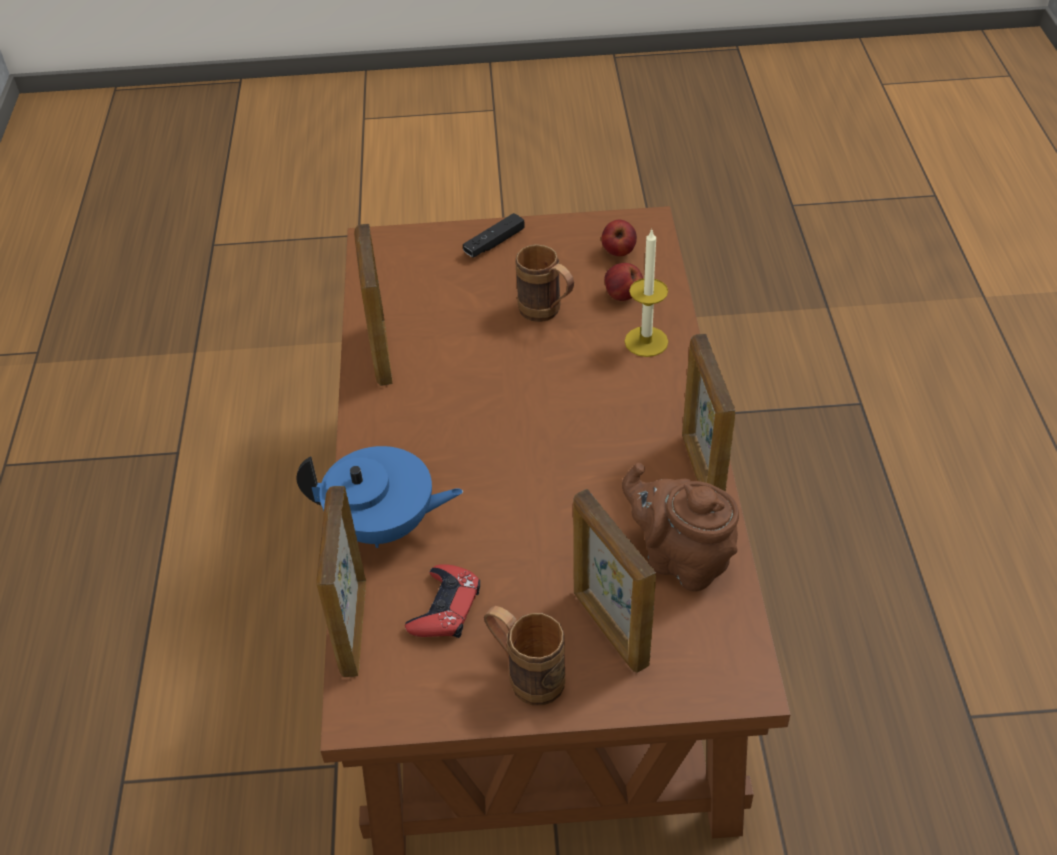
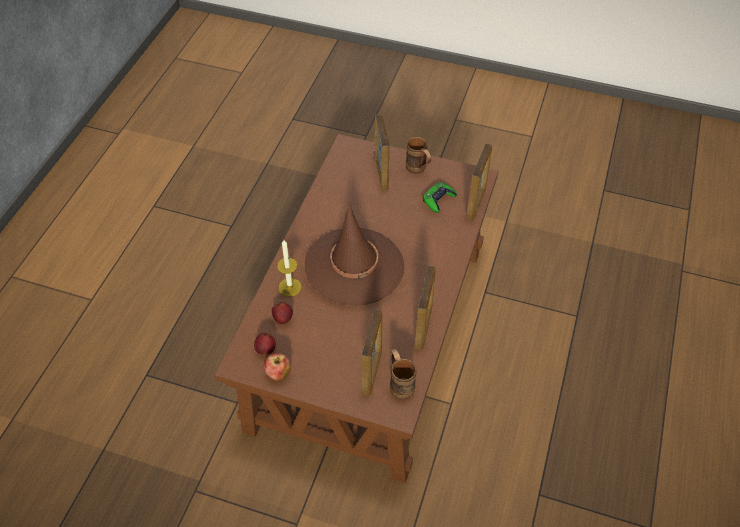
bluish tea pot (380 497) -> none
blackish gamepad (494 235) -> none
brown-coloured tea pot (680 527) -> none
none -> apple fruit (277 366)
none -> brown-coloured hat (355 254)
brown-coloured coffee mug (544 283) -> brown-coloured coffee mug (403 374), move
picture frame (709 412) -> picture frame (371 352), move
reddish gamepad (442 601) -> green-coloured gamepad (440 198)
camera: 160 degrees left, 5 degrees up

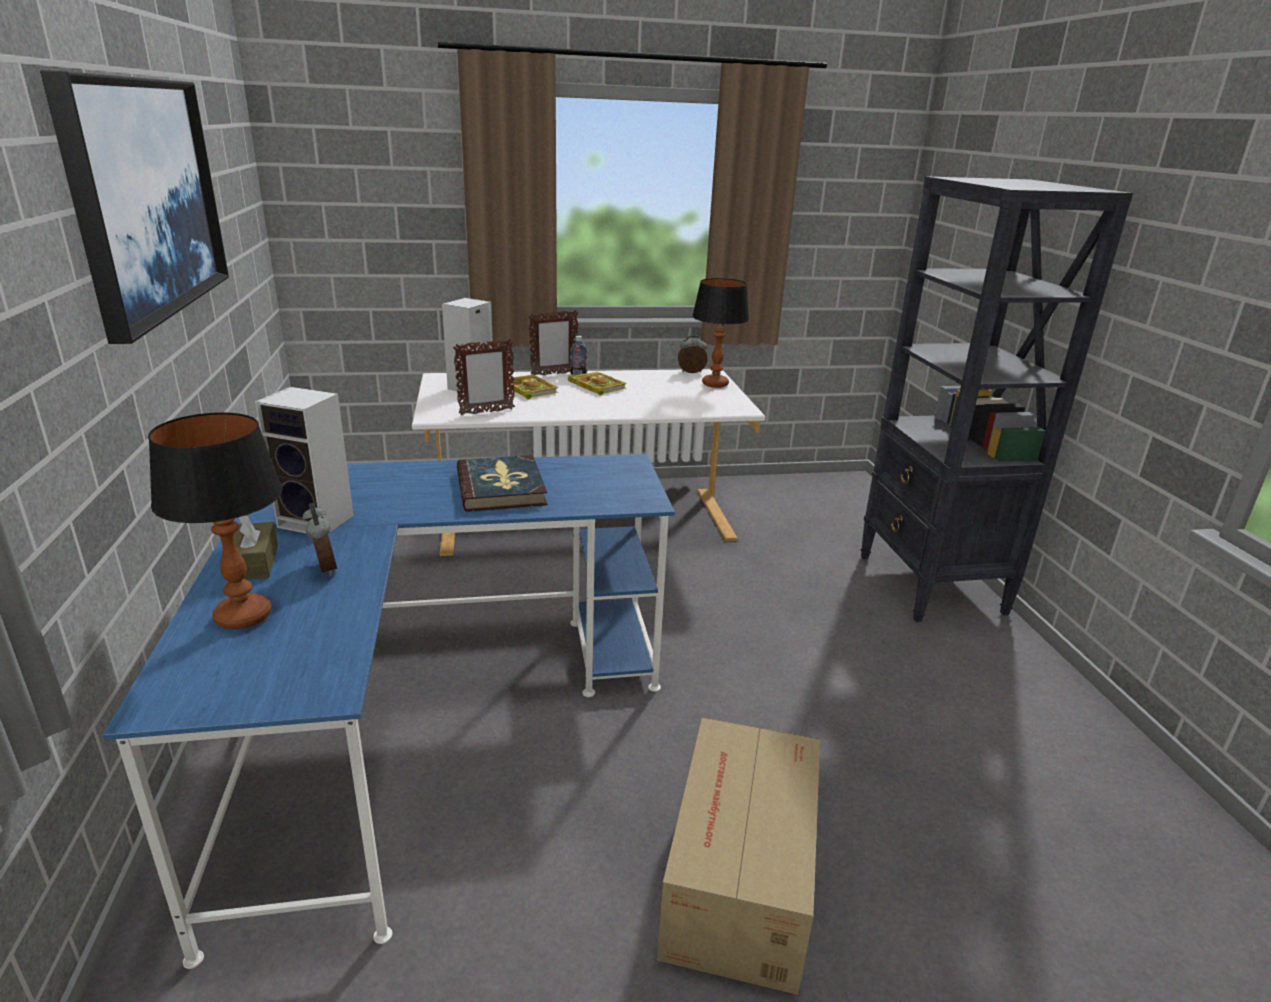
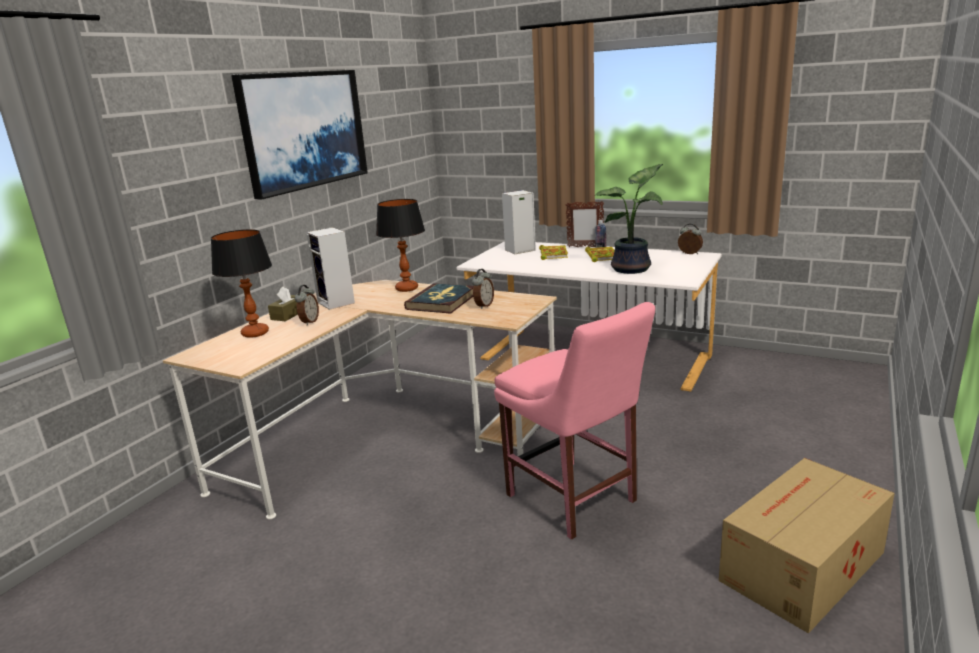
picture frame (484 377) -> none
blackish bookshelf (996 399) -> none
none -> table clock (483 289)
none -> pink chair (574 421)
none -> potted plant (629 219)
packing box (738 856) -> packing box (807 546), move
table lamp (720 333) -> table lamp (400 245), move
bluish desk (389 711) -> beige desk (360 399)
camera: 40 degrees right, 5 degrees down

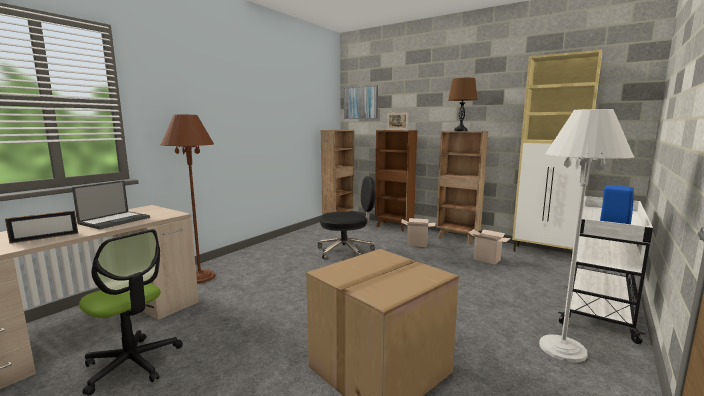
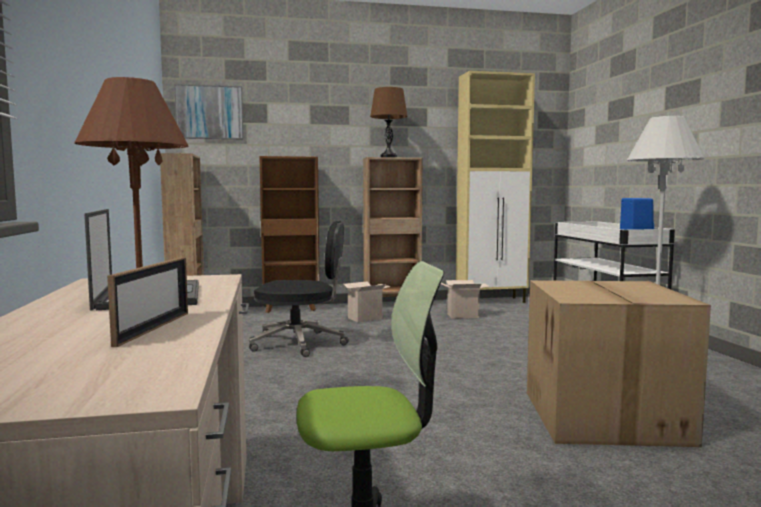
picture frame (398 121) -> none
blackish desk chair (347 218) -> blackish desk chair (299 289), 60 degrees clockwise
camera: 45 degrees left, 5 degrees down

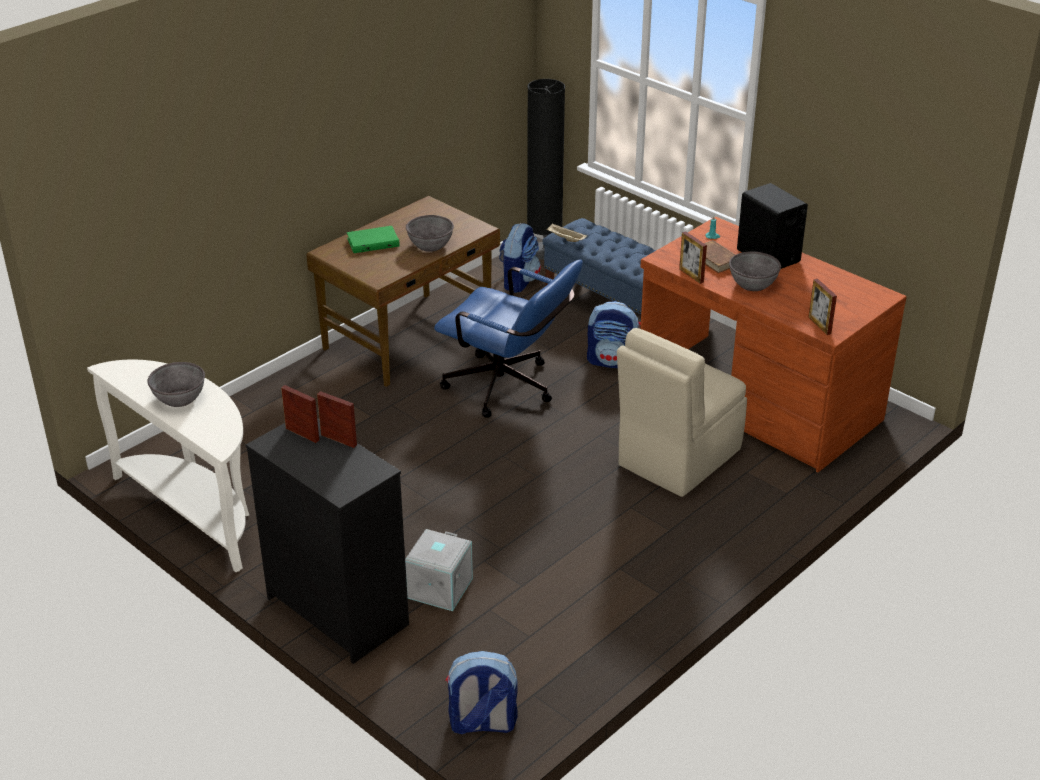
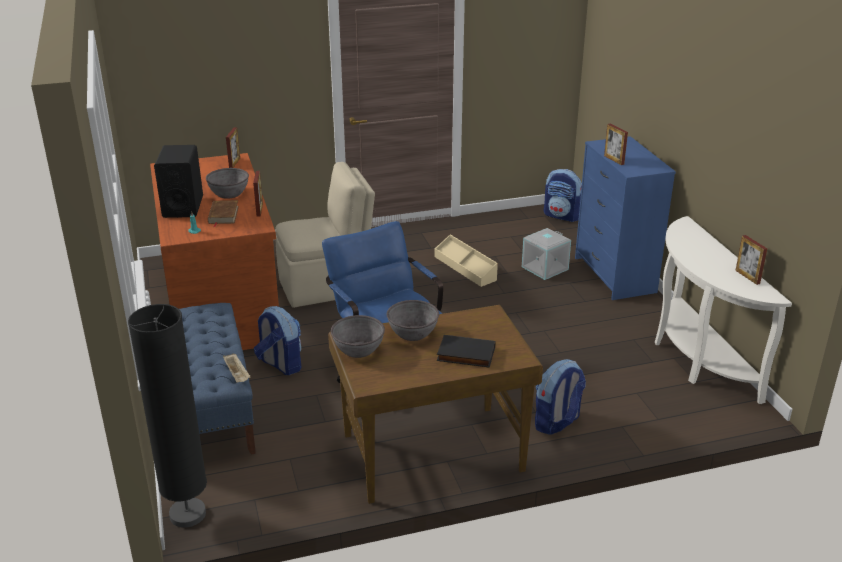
none -> beige storage box (466 260)
greyish bowl (176 384) -> greyish bowl (358 336), move
picture frame (300 414) -> picture frame (751 260), move
rucksack (520 258) -> rucksack (560 397), move
blackish drawer chest (327 541) -> bluish drawer chest (625 218)
green-coloured volume (373 239) -> blackish volume (466 351)
camera: 150 degrees left, 5 degrees down

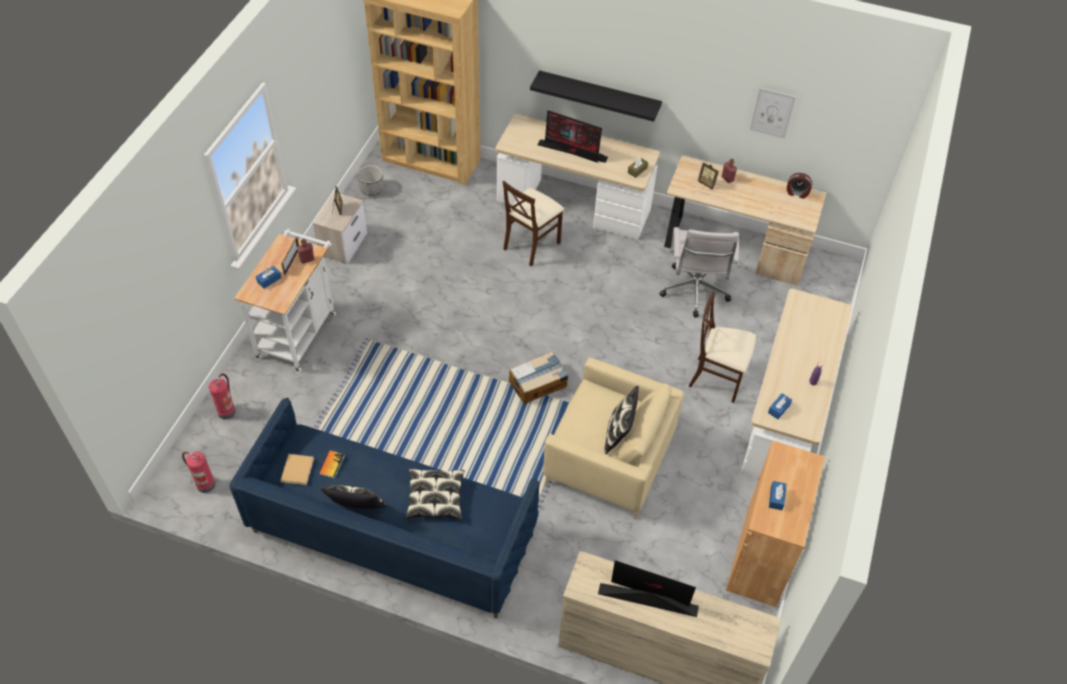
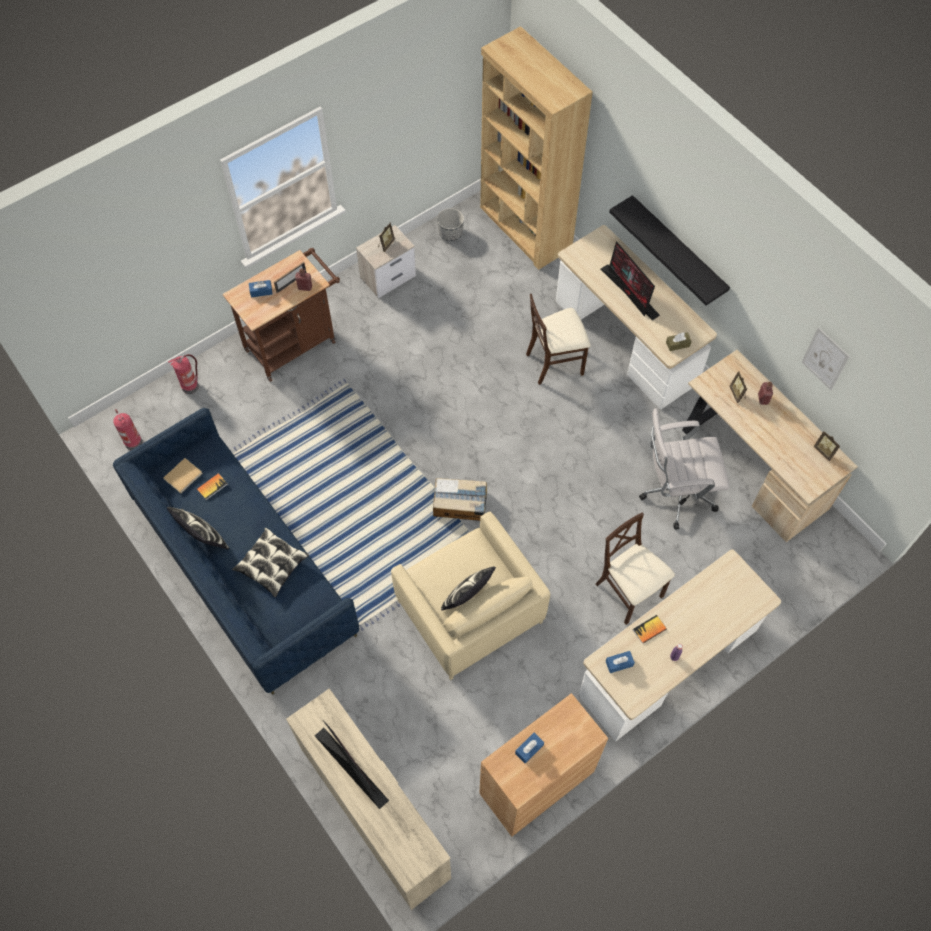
none -> volume (650 629)
table clock (799 186) -> picture frame (827 445)
white-coloured wheeled cart (285 300) -> brown-coloured wheeled cart (281 315)
white-coloured desk chair (699 272) -> white-coloured desk chair (684 469), 45 degrees clockwise
camera: 35 degrees right, 10 degrees up

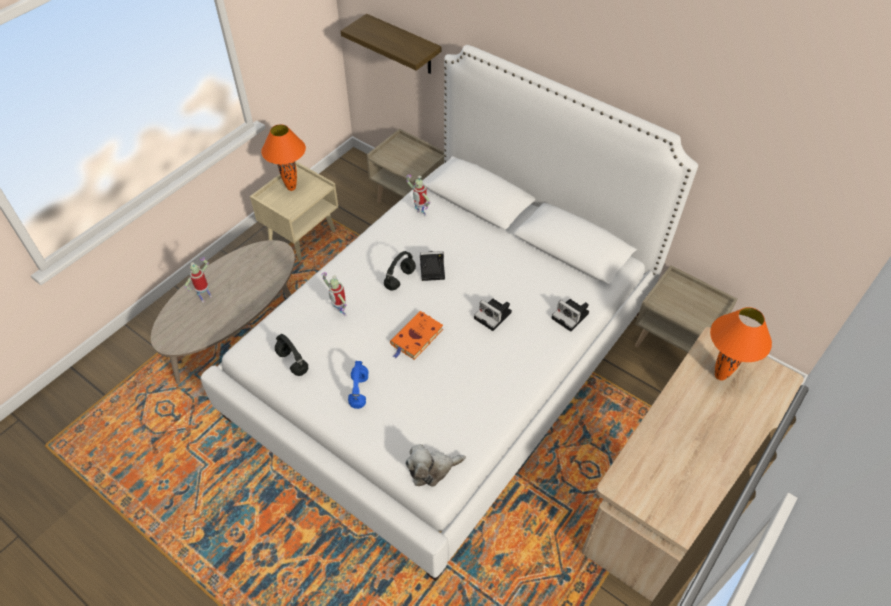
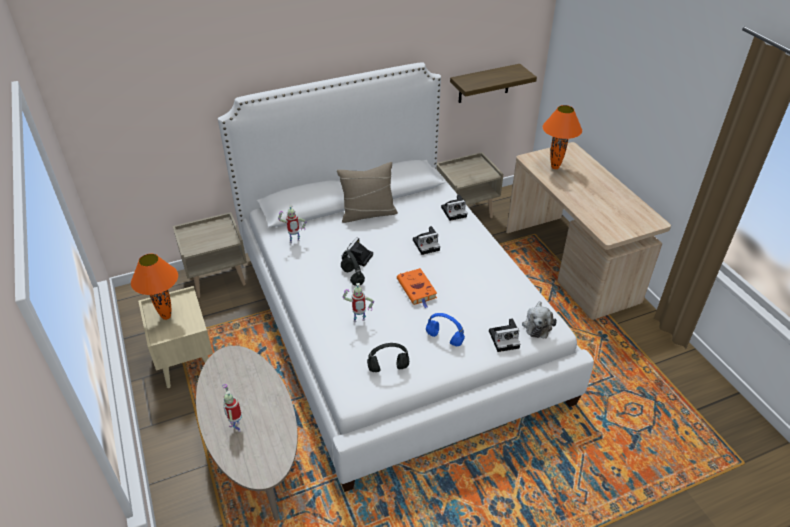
none -> beige pillow (367 192)
none -> photo camera (504 335)
wall shelf (391 44) -> wall shelf (493 83), move
camera: 60 degrees left, 10 degrees down

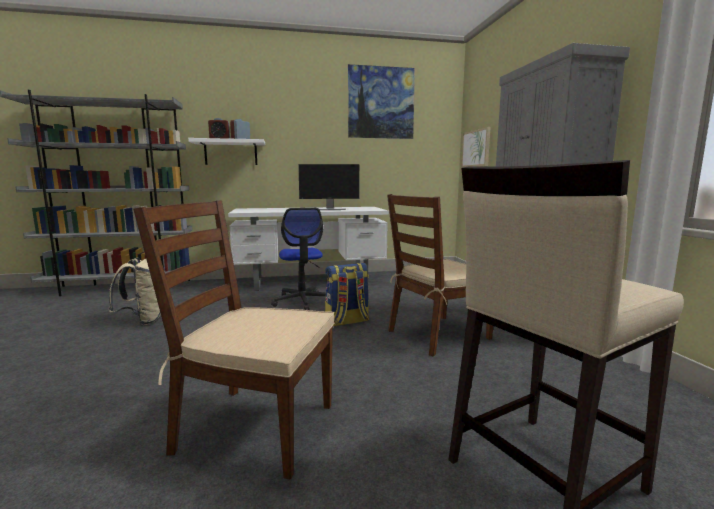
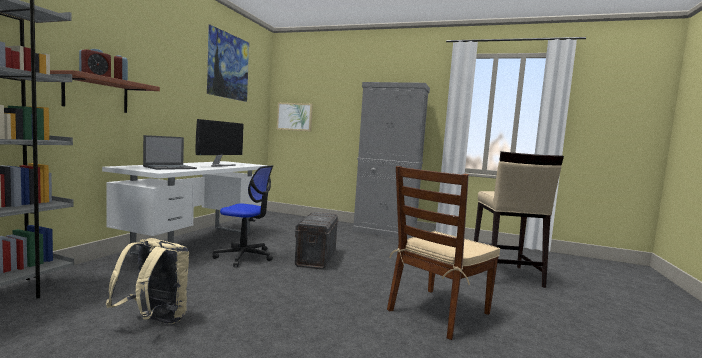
brown-coloured chair (440 275) -> none
none -> portable computer (170 152)
rucksack (347 295) -> greyish storage box (317 241)
white-coloured wall shelf (226 151) -> brown-coloured wall shelf (105 91)
camera: 60 degrees left, 5 degrees down

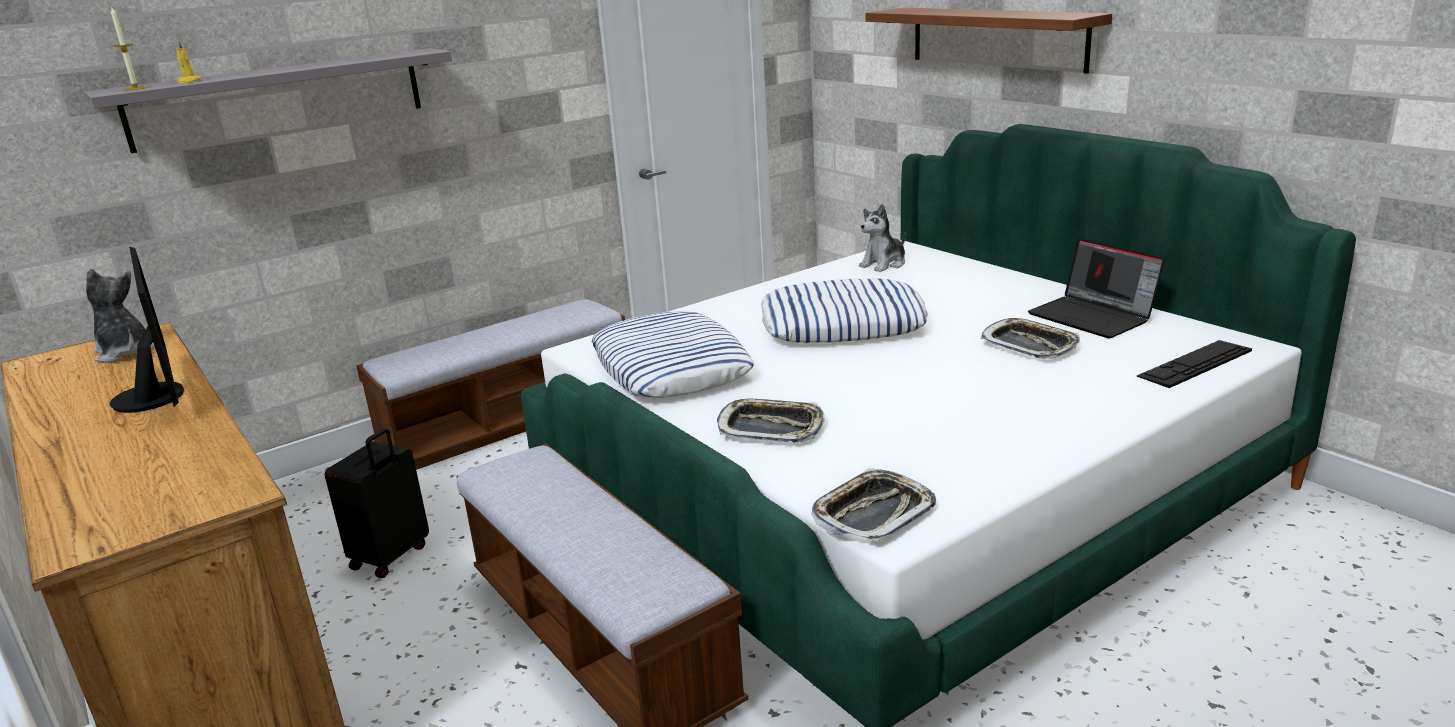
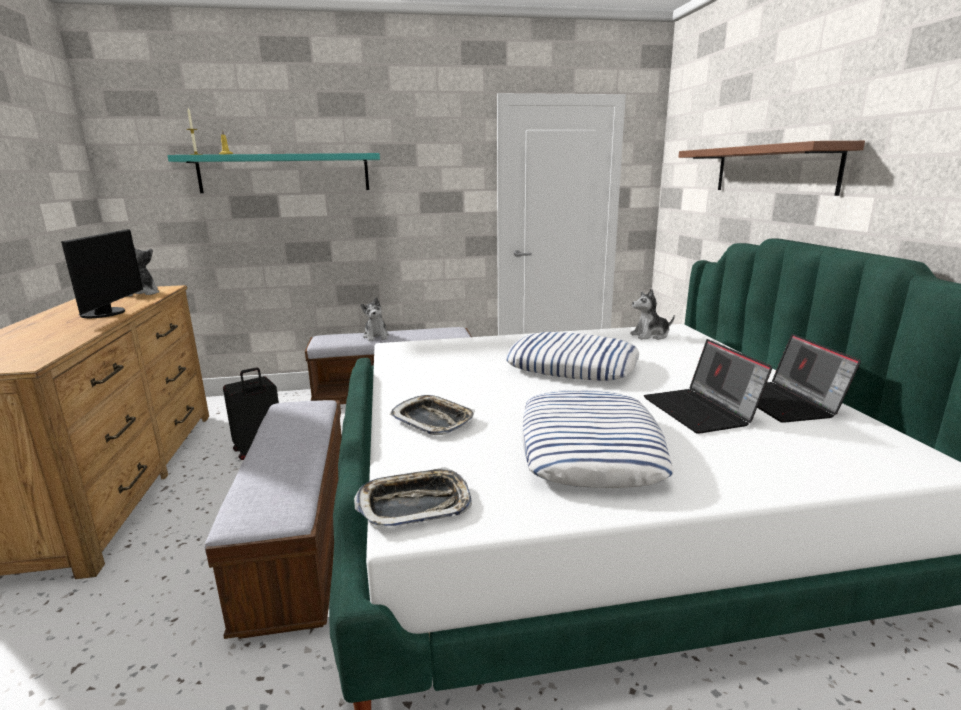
PC keyboard (1194 364) -> none
none -> plush toy (374 319)
pillow (672 354) -> pillow (599 439), move
carrying tray (1030 338) -> portable computer (708 386)
greyish wall shelf (268 100) -> turquoise wall shelf (273 173)
camera: 25 degrees right, 5 degrees down

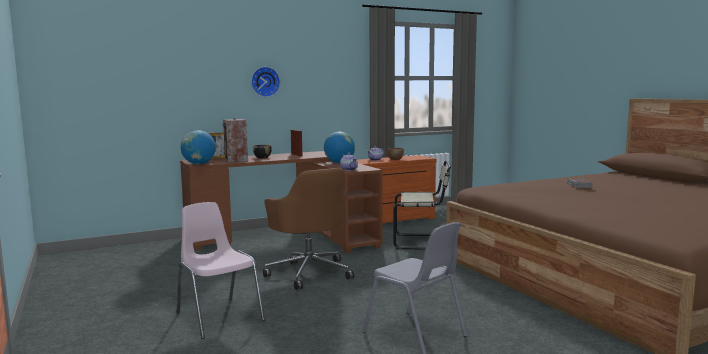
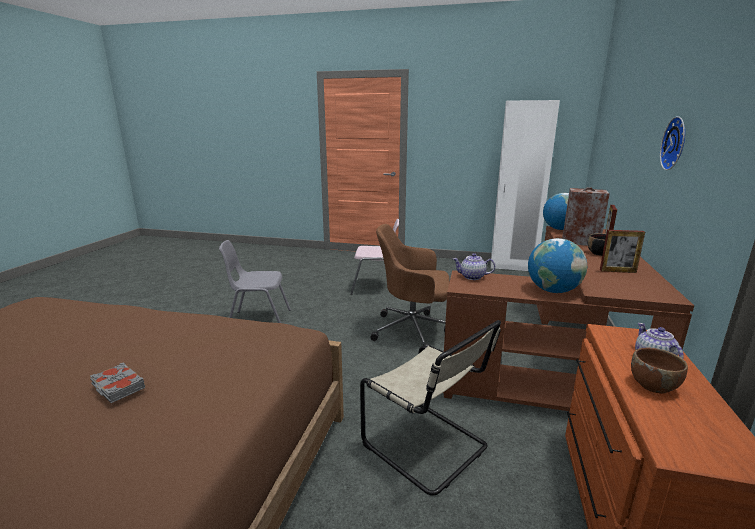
none -> white-coloured wardrobe (525 185)
beige chair (422 205) -> beige chair (430 408), 90 degrees counterclockwise
camera: 130 degrees right, 10 degrees up

